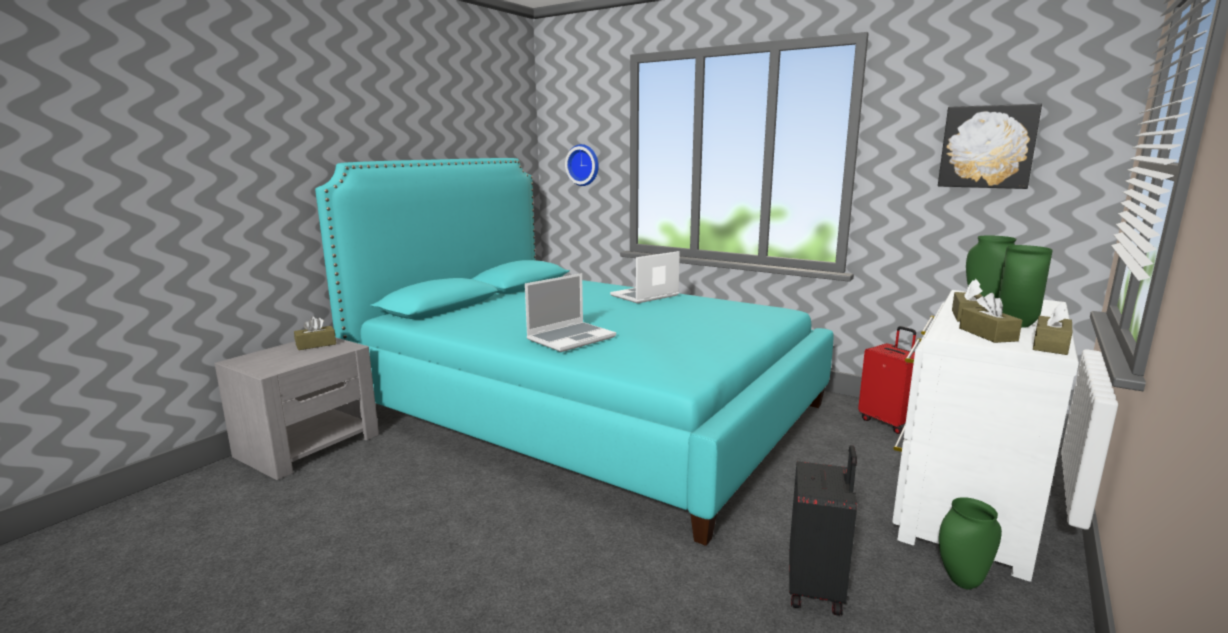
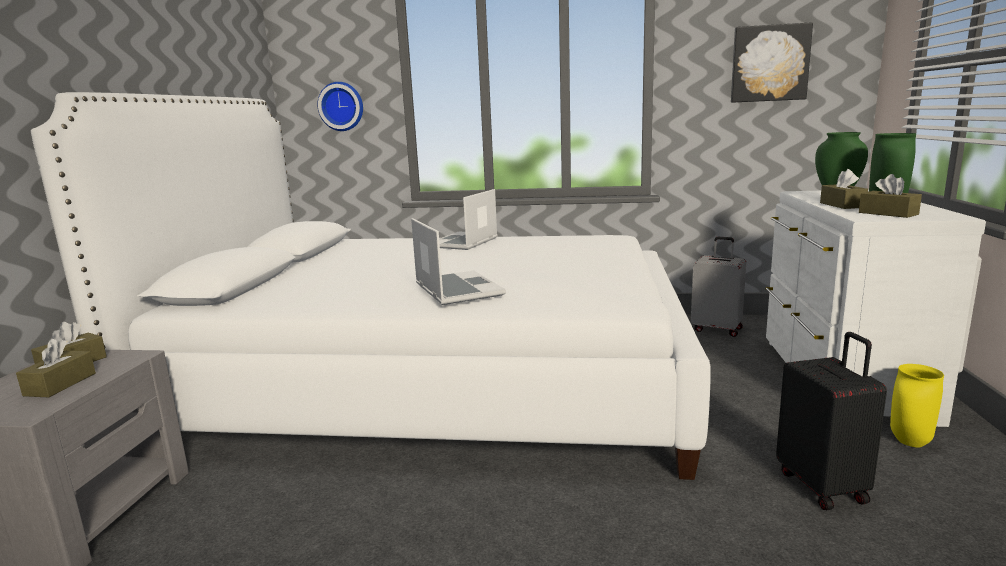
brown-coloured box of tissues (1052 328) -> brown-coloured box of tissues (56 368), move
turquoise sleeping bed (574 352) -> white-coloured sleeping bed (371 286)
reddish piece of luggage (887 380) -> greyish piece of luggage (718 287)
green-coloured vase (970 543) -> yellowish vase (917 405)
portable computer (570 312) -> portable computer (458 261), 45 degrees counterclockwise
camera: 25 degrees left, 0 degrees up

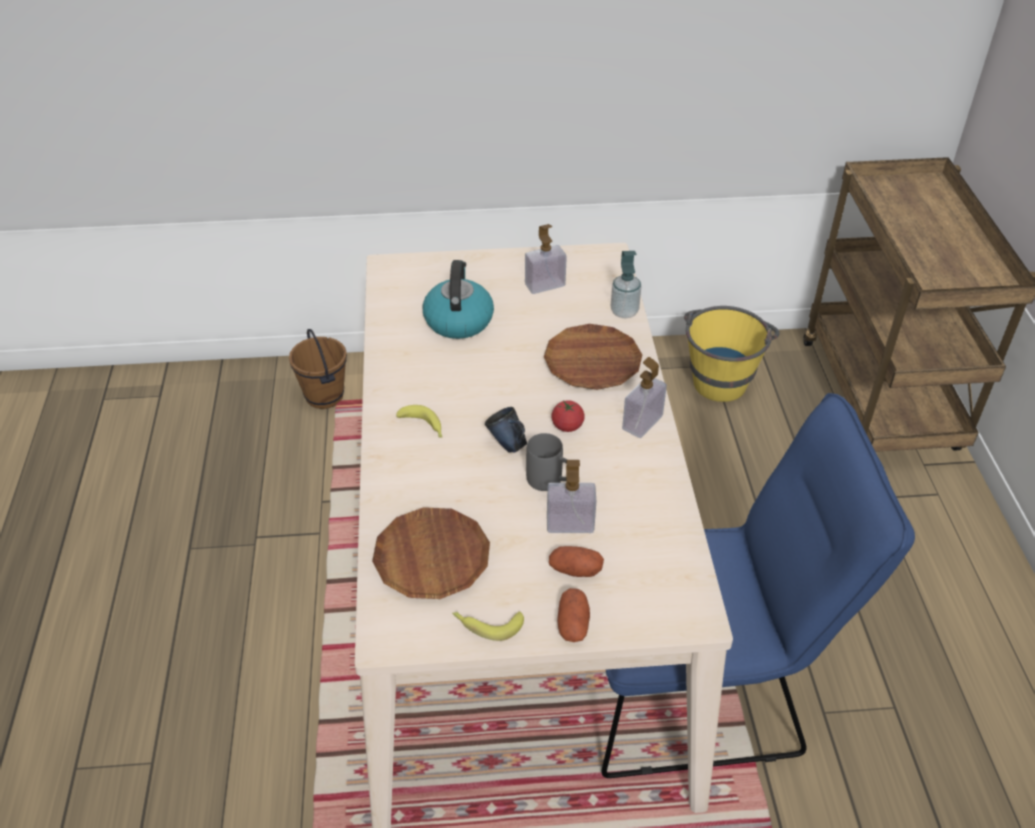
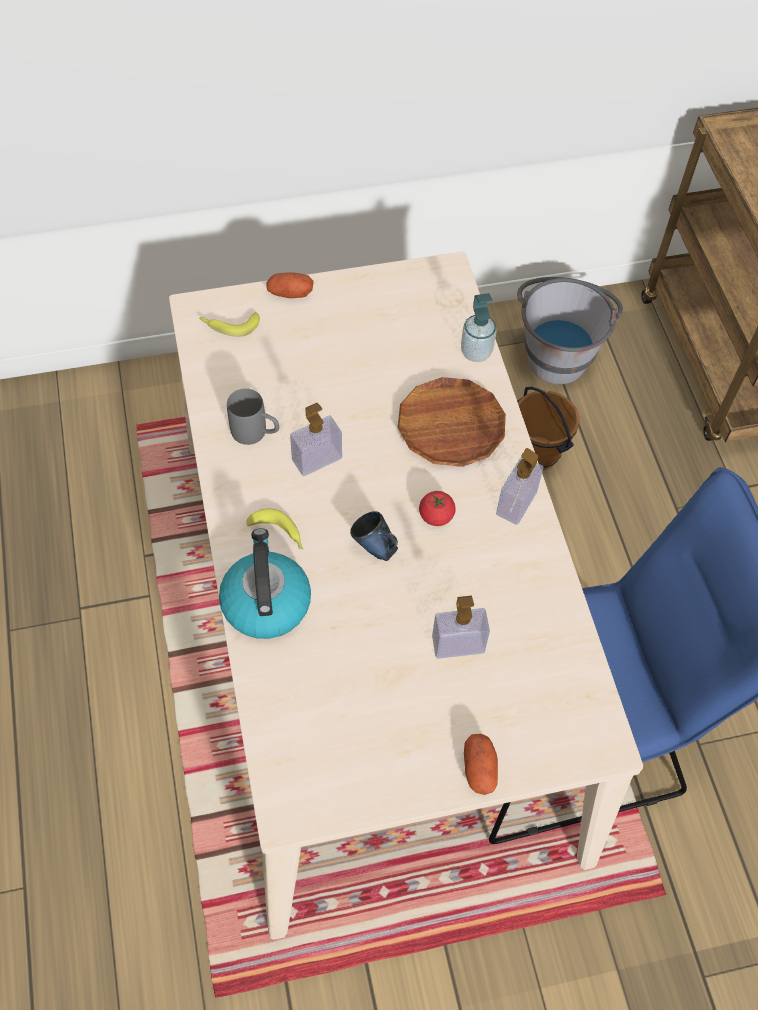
brown-coloured plate (431 553) -> none
brown-coloured pail (318 369) -> brown-coloured pail (548 428), move
kettle (458 299) -> kettle (265 583), move
banana fruit (488 626) -> banana fruit (229 324), move
soap dispenser (546 259) -> soap dispenser (316 439), move
greyish coffee mug (546 462) -> greyish coffee mug (253 416), move
potato (576 561) -> potato (289 285), move
yellowish pail (732 354) -> greyish pail (570 331)
camera: 10 degrees left, 15 degrees up

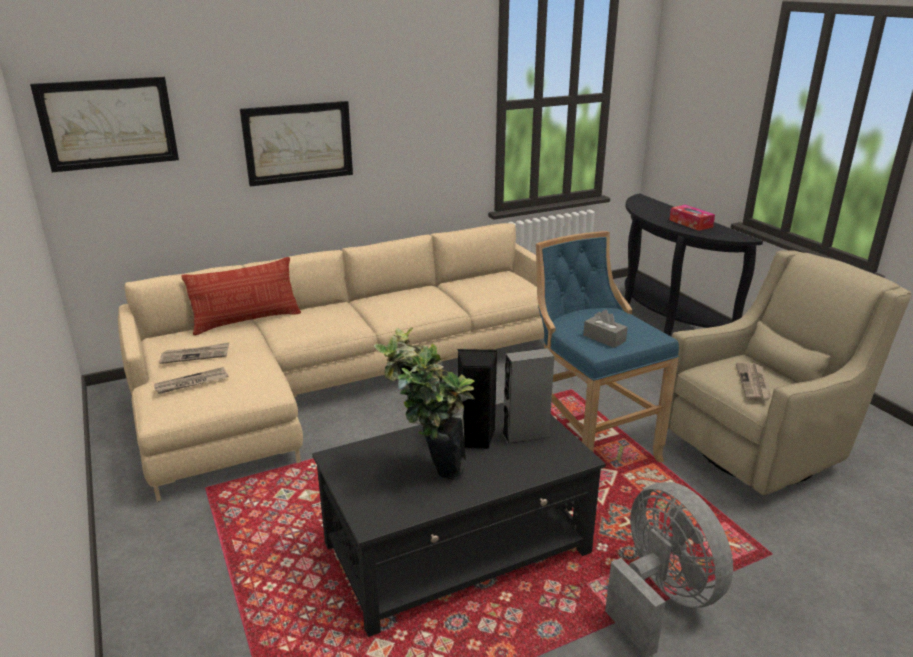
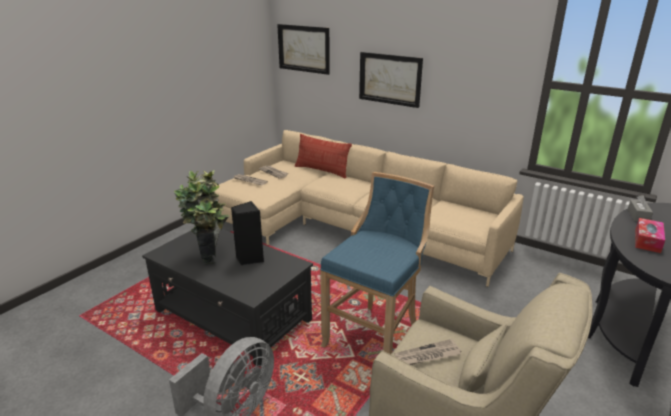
greyish speaker (528 396) -> none
greyish box of tissues (605 328) -> greyish box of tissues (640 208), move
camera: 60 degrees right, 0 degrees up

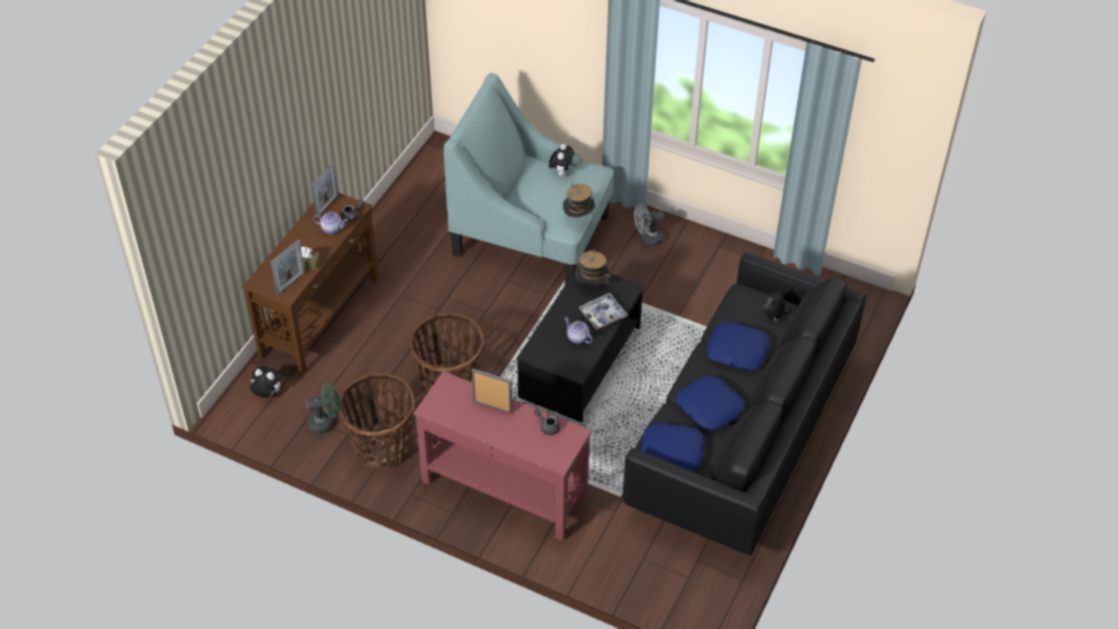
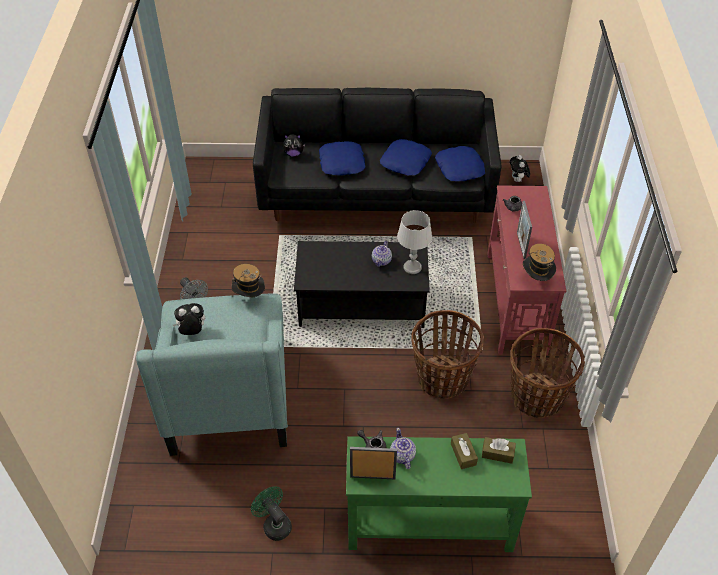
carrying tray (603 311) -> none
none -> greyish table lamp (414 242)
plush toy (265 382) -> plush toy (520 168), move
green-coloured electric fan (322 409) -> green-coloured electric fan (271 513), move
hat (593 266) -> hat (539 262), move
picture frame (287 267) -> brown-coloured box of tissues (499 450)
brown-coloured hall table (310 284) -> green-coloured hall table (439 494)
camera: 115 degrees left, 0 degrees up

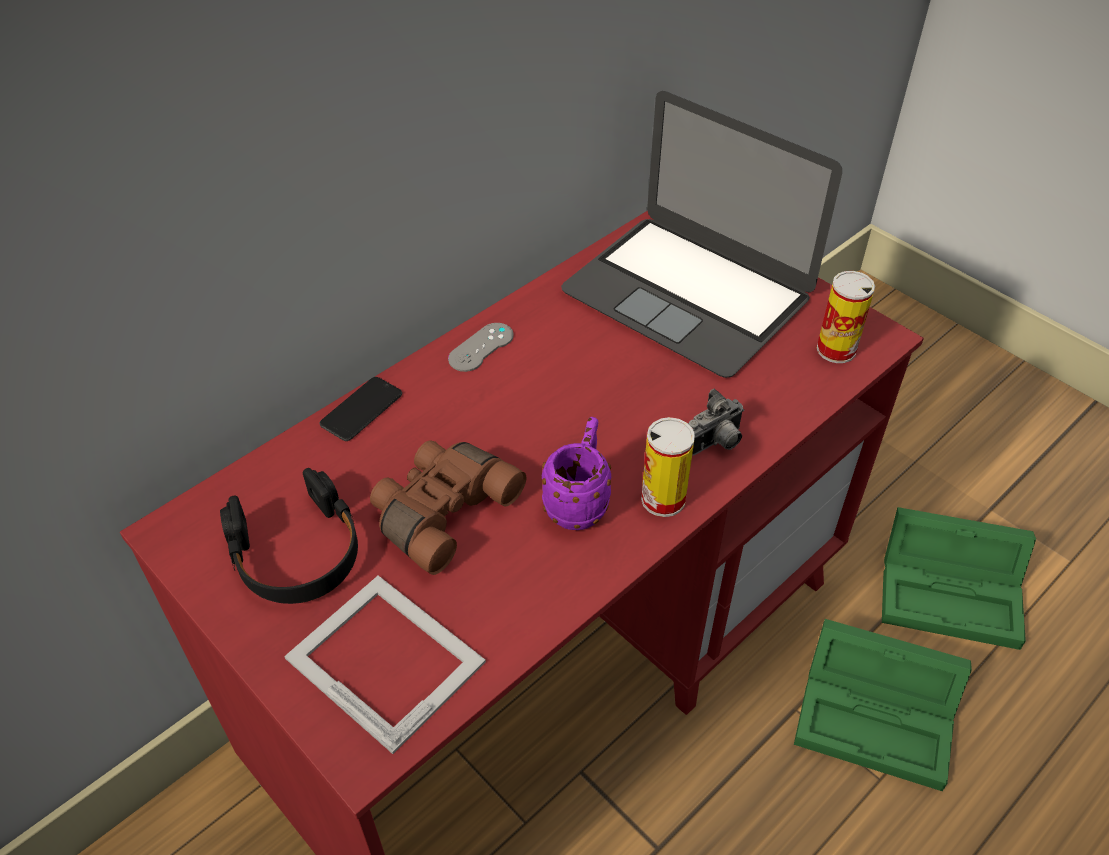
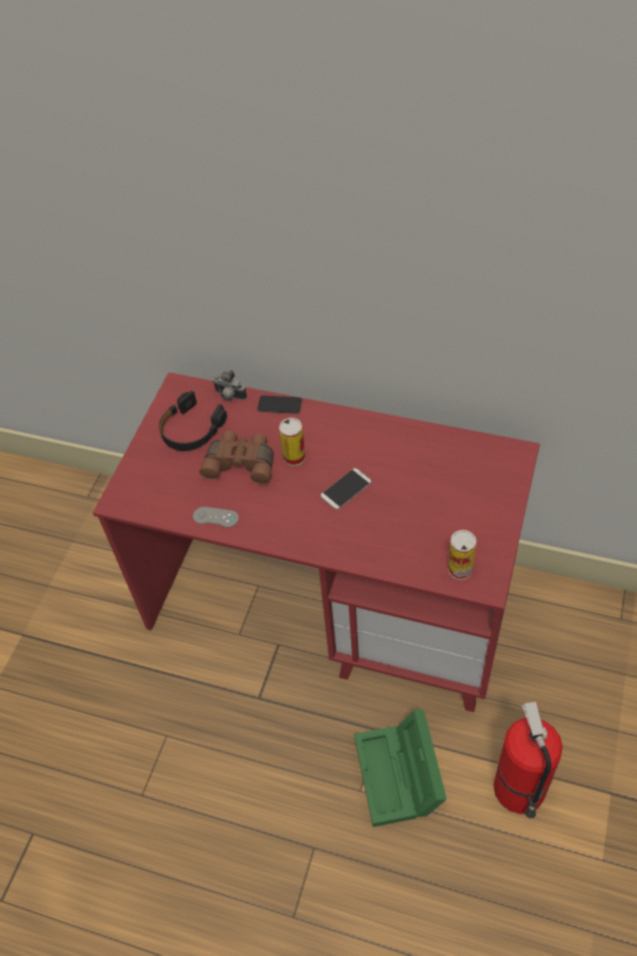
picture frame (385 664) -> none
purple-coloured coffee mug (576 473) -> none
portable computer (701 234) -> none
none -> telephone (346 488)
greyish gamepad (480 347) -> greyish gamepad (216 517), move
sealed can (668 467) -> sealed can (292 442), move
photo camera (716 422) -> photo camera (229 385), move
green-coloured storage box (959 578) -> extinguisher (528 760)
camera: 65 degrees right, 5 degrees up

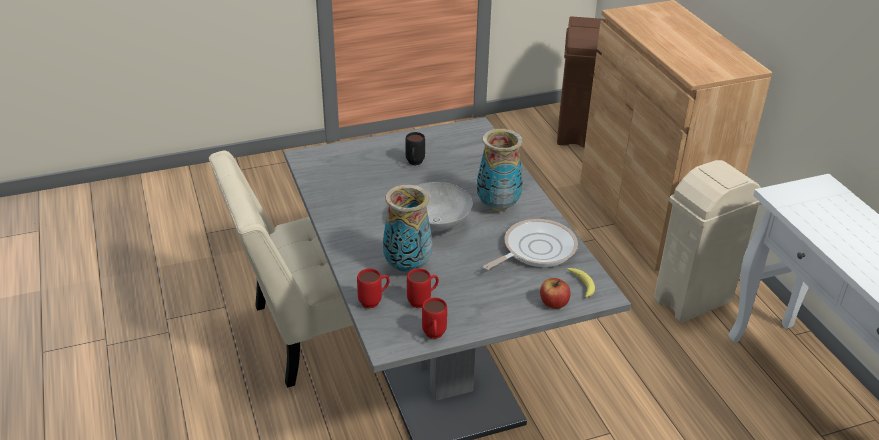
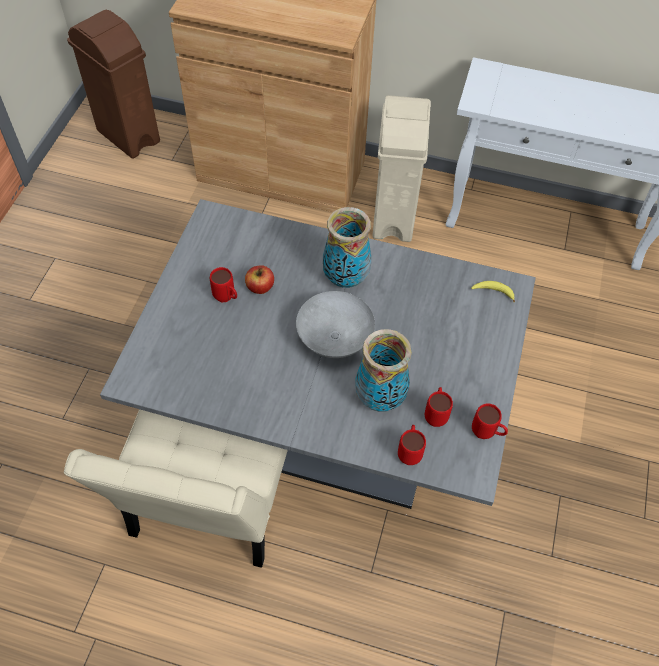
frying pan (530 244) -> none
apple fruit (555 293) -> apple fruit (259 280), move
blackish coffee mug (415 148) -> reddish coffee mug (223 284)
camera: 55 degrees left, 20 degrees up

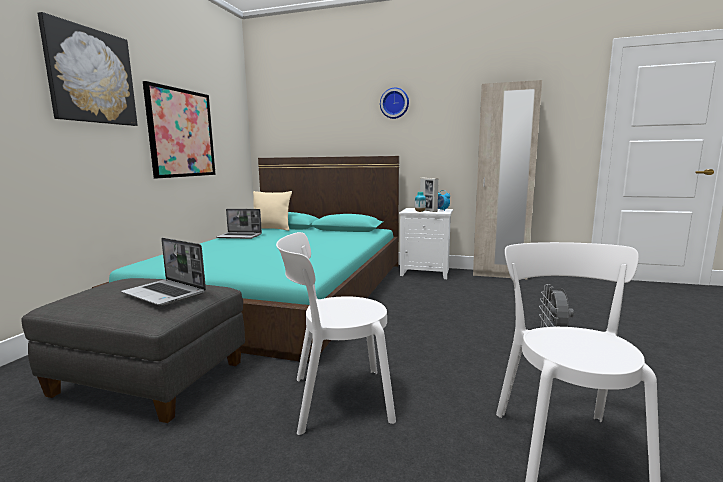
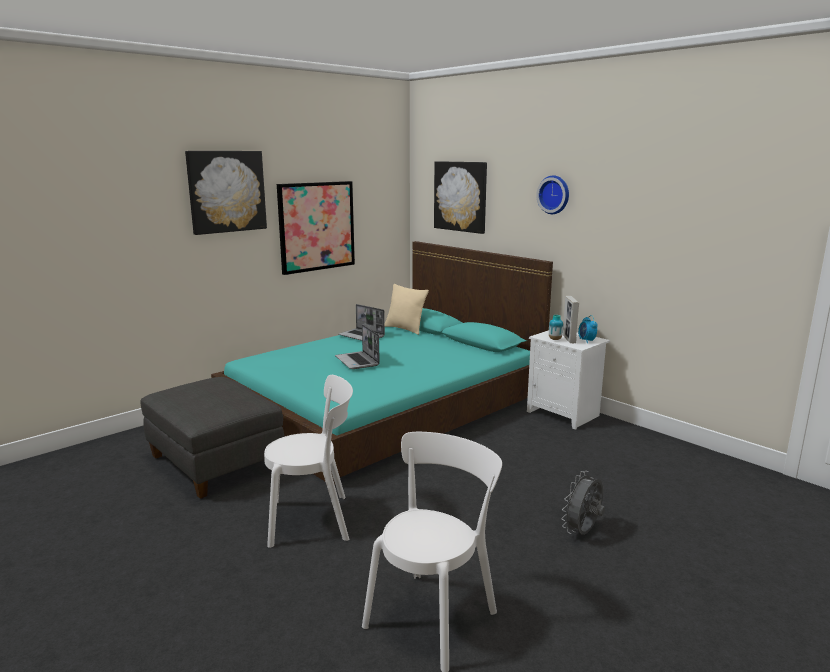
beige wardrobe (507 179) -> none
none -> wall art (460 197)
portable computer (163 272) -> portable computer (357 346), move
white-coloured chair (336 333) -> white-coloured chair (308 461), 150 degrees clockwise
camera: 30 degrees right, 5 degrees up

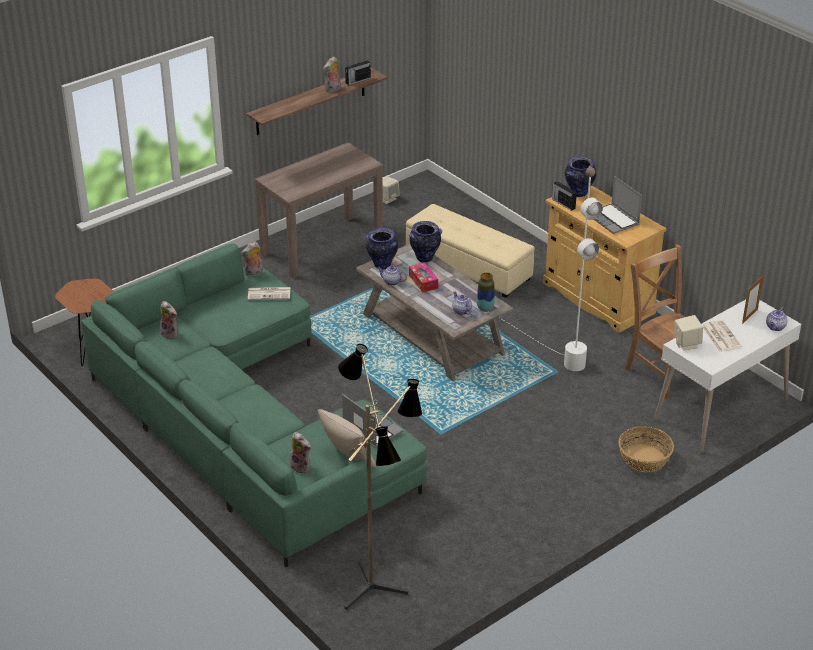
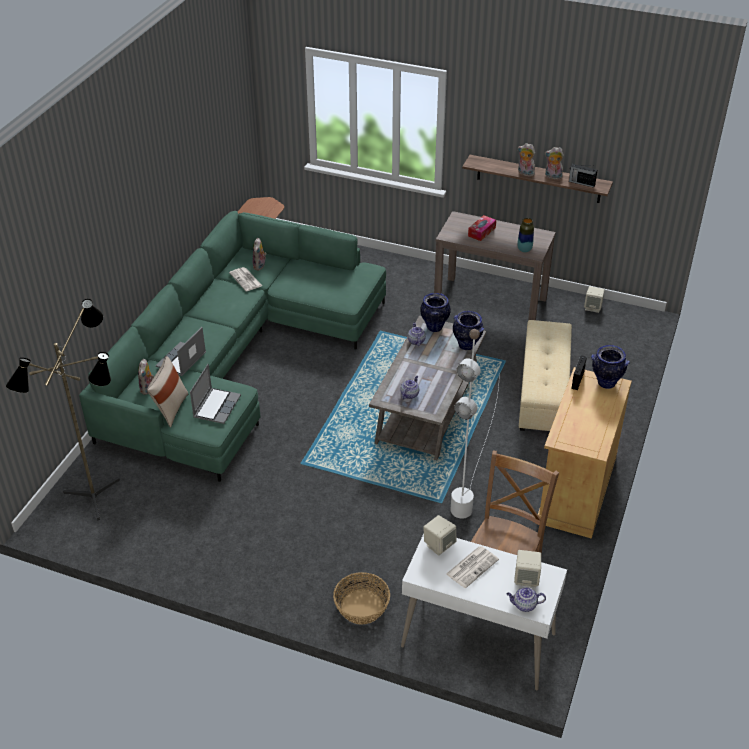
plush toy (252 259) -> plush toy (527 159), move
daily paper (269 293) -> daily paper (245 279), move
box of tissues (423 277) -> box of tissues (482 228), move
vase (486 292) -> vase (525 235), move
portable computer (618 205) -> portable computer (181 351), move
picture frame (752 300) -> beige speaker (527 568)
camera: 60 degrees right, 5 degrees up

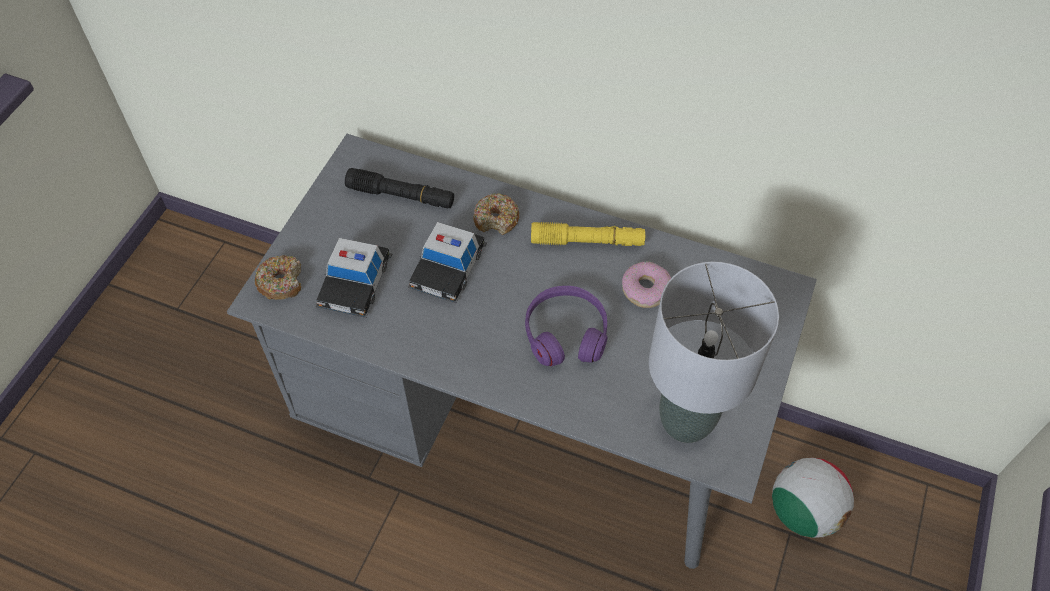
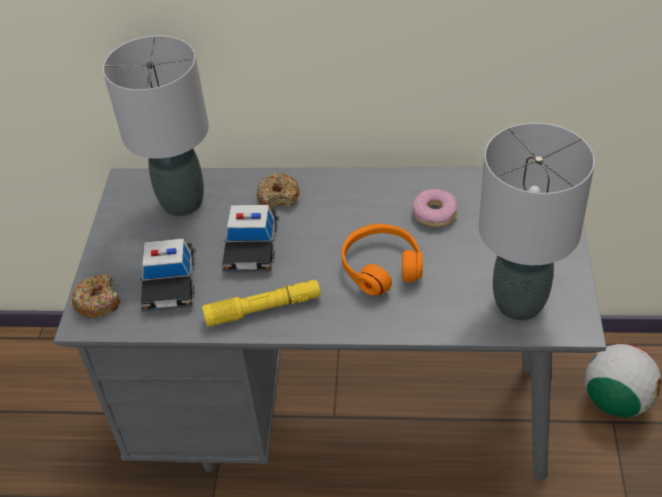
yellowish torch (588 234) -> yellowish torch (261 303), move
blackish torch (399 188) -> greyish table lamp (156 125)
purple-coloured headset (566 326) -> orange-coloured headset (382 260)
camera: 15 degrees left, 10 degrees down

